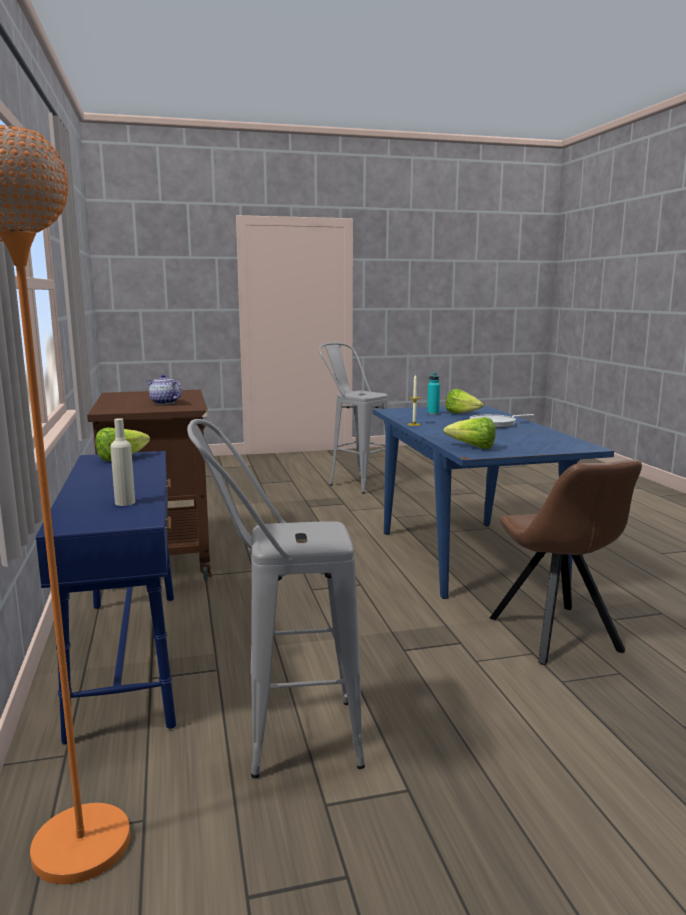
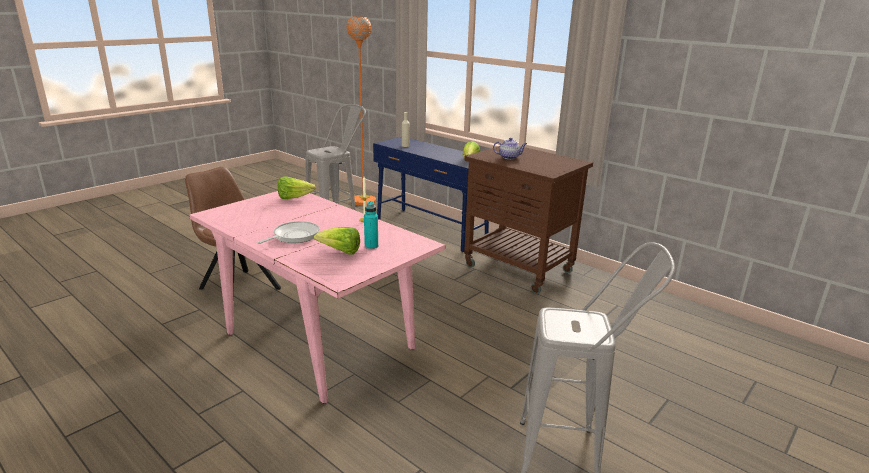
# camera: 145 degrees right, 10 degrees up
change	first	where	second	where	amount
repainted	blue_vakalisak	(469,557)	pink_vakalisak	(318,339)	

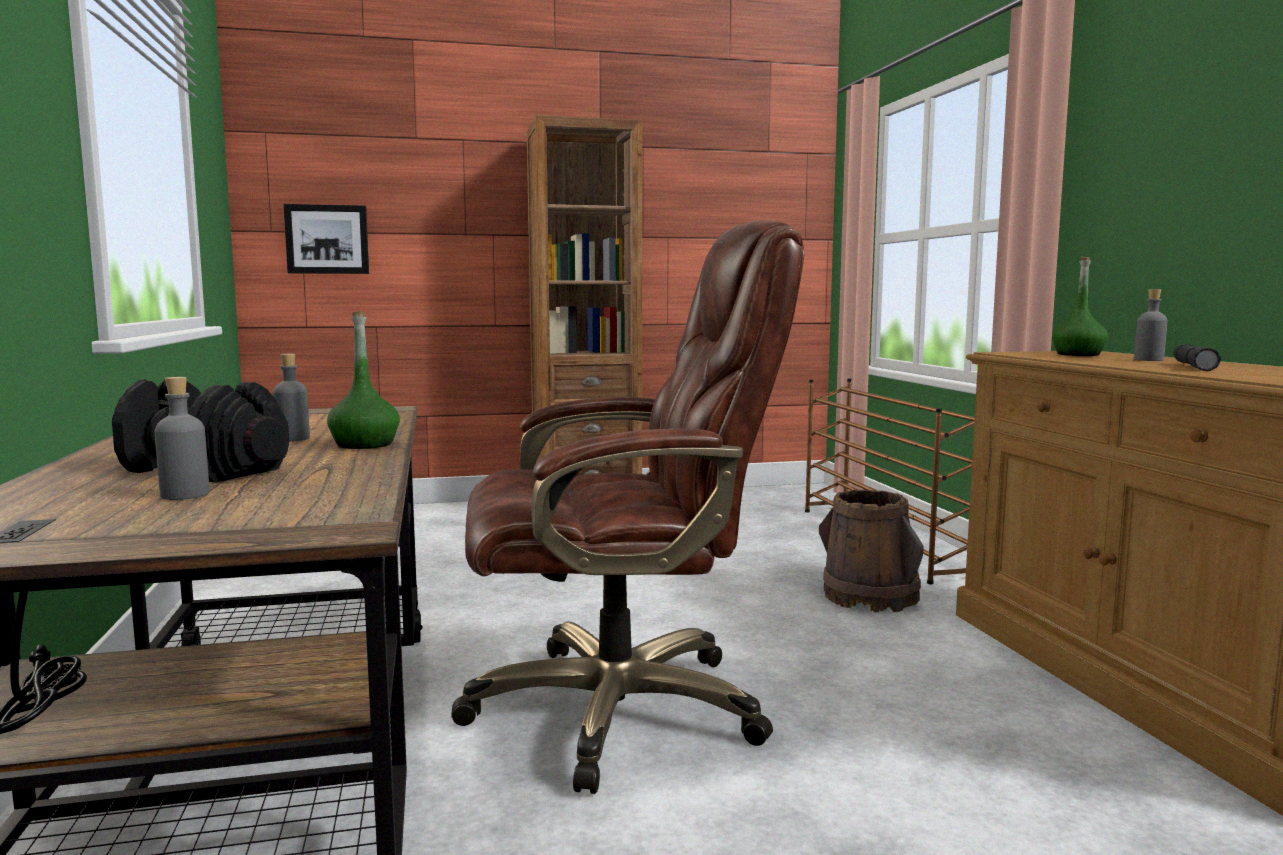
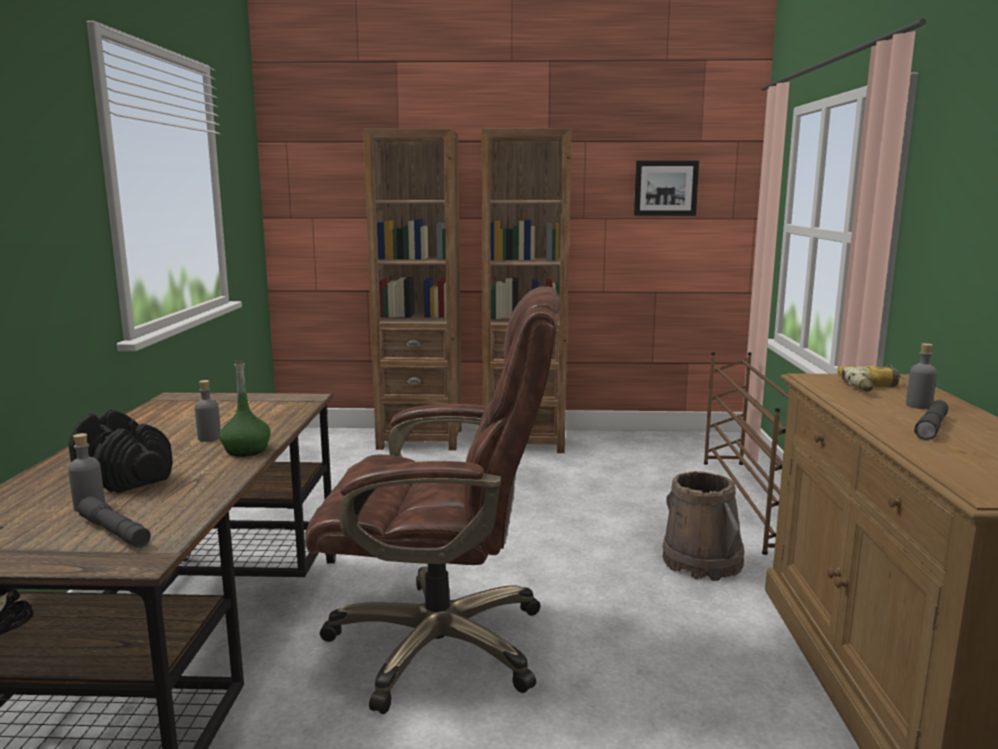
# camera: 15 degrees right, 5 degrees up
change	first	where	second	where	amount
shifted	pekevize	(327,239)		(665,188)	
swapped	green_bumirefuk	(1078,354)	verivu	(873,387)	
new			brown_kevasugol	(420,439)	
new			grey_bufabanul	(115,532)	

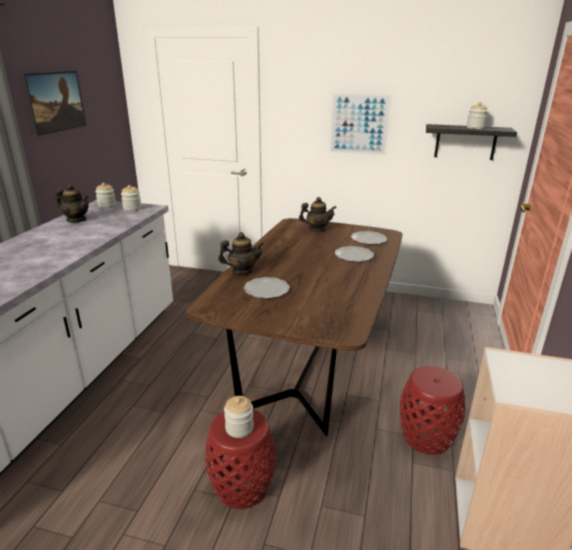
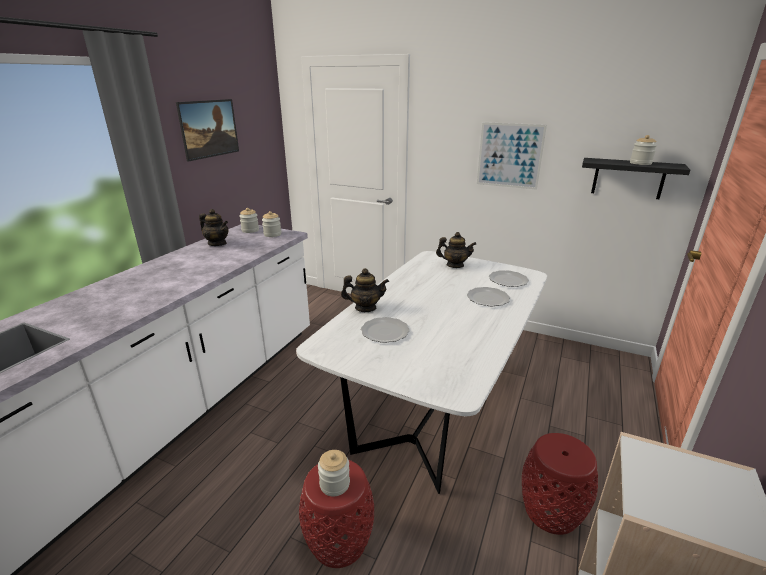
# camera: 10 degrees right, 0 degrees up
change	first	where	second	where	amount
repainted	brown_vakalisak	(309,365)	white_vakalisak	(434,407)	

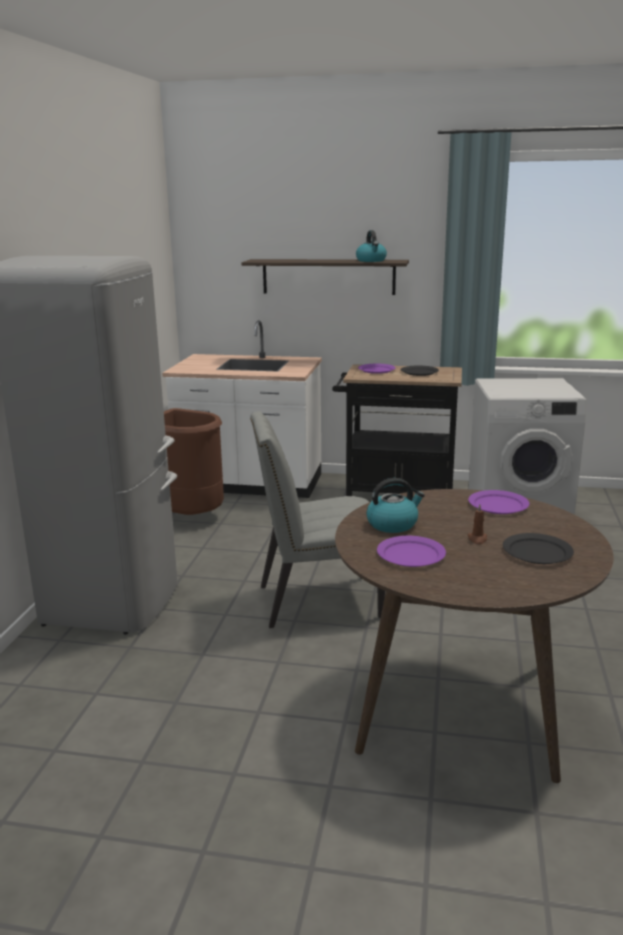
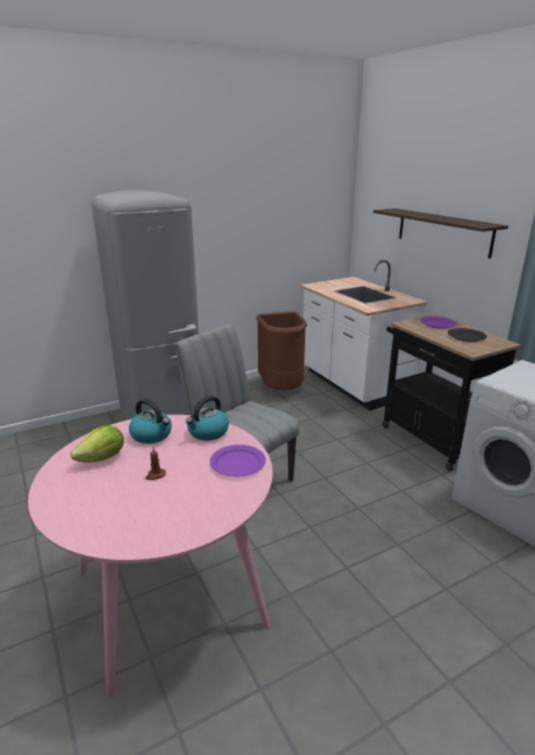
# camera: 50 degrees right, 5 degrees up
change	first	where	second	where	amount
shifted	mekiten	(371,261)		(208,432)	
repainted	brown_vakalisak	(459,706)	pink_vakalisak	(169,598)	
gone	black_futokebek	(537,552)			
swapped	purple_futokebek	(411,554)	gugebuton	(103,458)	

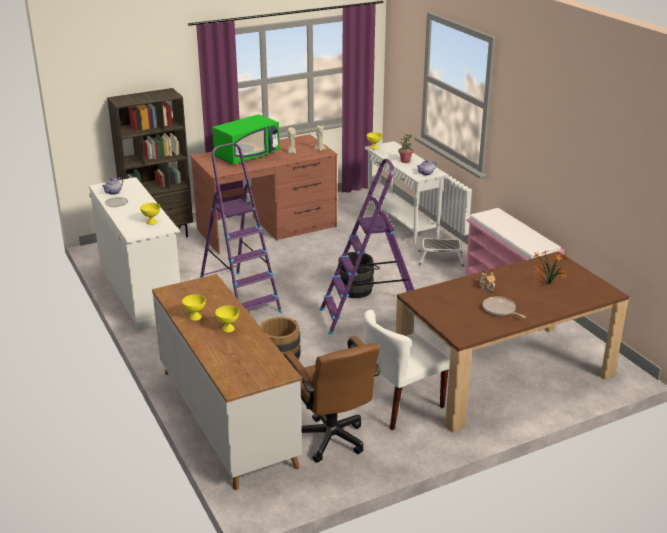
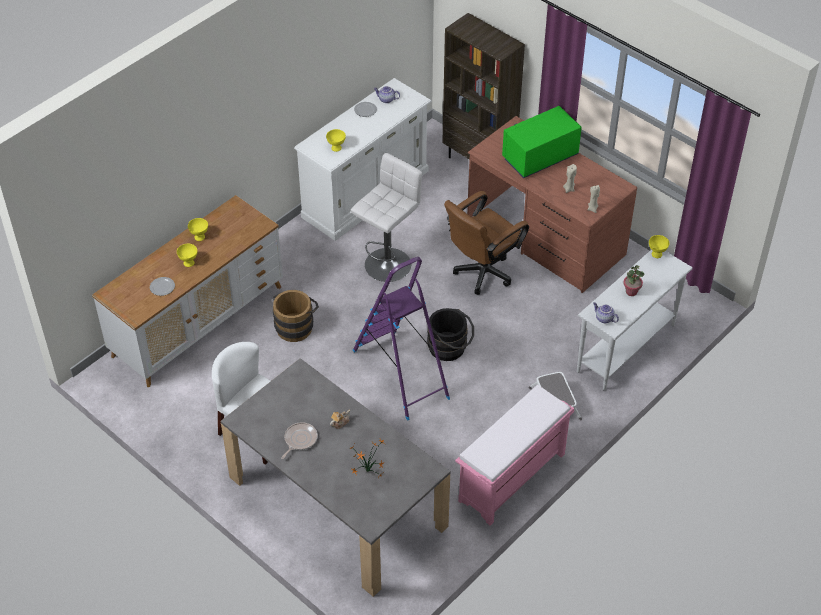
# camera: 70 degrees right, 20 degrees up
change	first	where	second	where	amount
rotated	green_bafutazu	(247,155)		(539,157)	120 degrees clockwise
swapped	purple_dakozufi	(239,297)	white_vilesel	(388,265)	
repainted	brown_vakalisak	(504,374)	grey_vakalisak	(337,502)	
shifted	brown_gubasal	(333,442)		(481,276)	
new			futokebek	(162,287)	

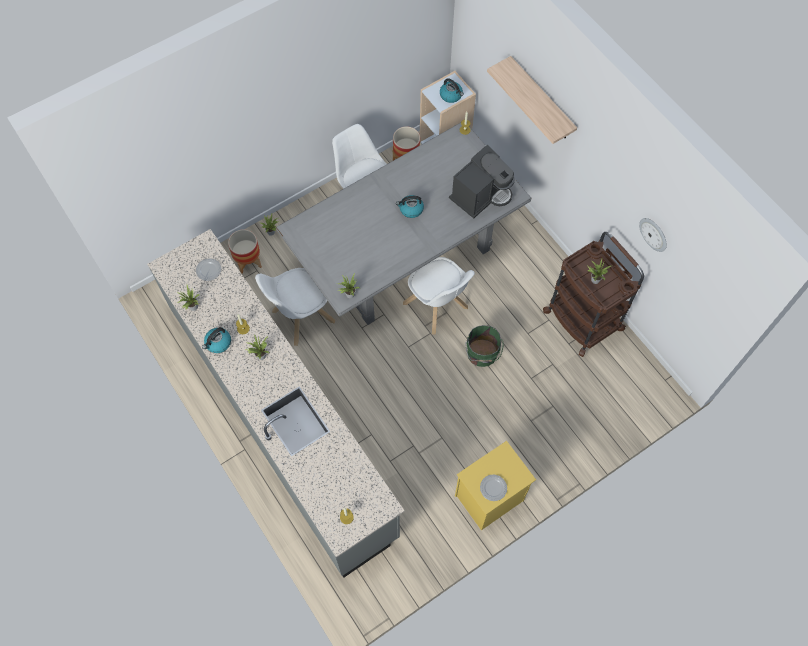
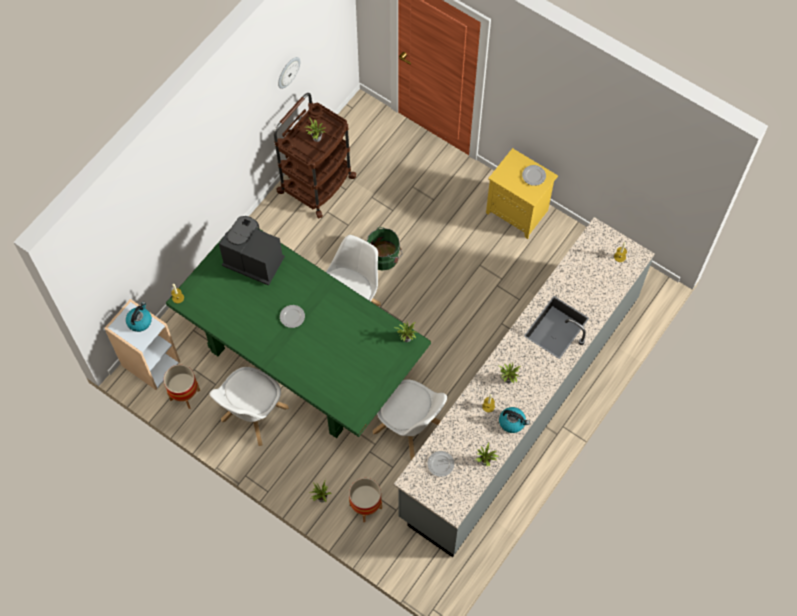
# camera: 110 degrees left, 0 degrees up
change	first	where	second	where	amount
gone	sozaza	(541,100)			
repainted	grey_vakalisak	(404,254)	green_vakalisak	(301,358)	
swapped	mekiten	(411,209)	futokebek	(292,316)	

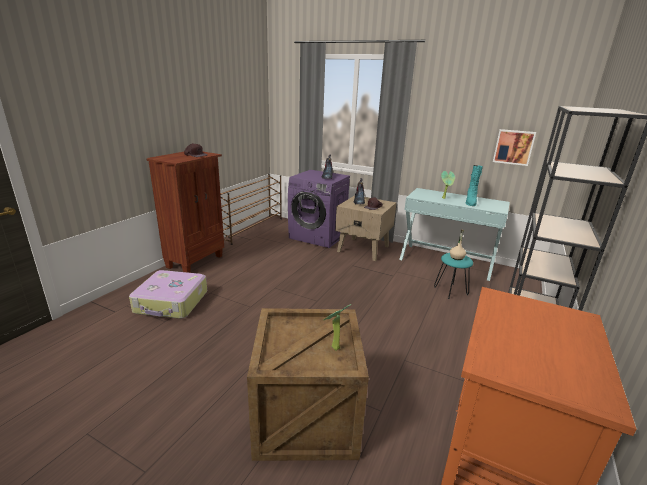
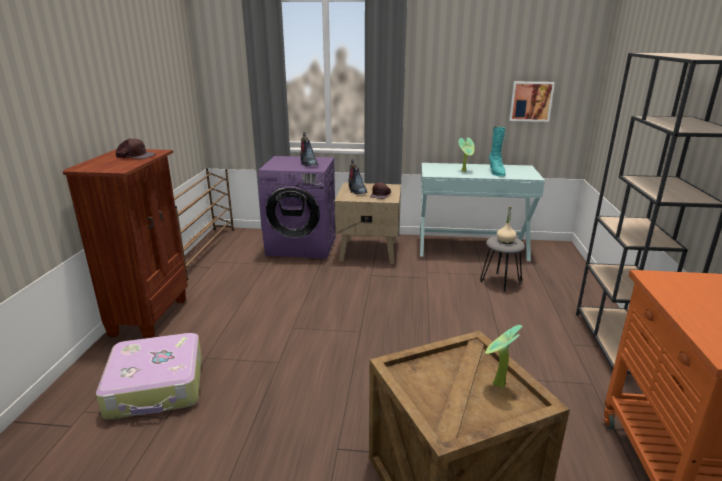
# camera: 20 degrees left, 0 degrees up
change	first	where	second	where	amount
repainted	turquoise_vilesel	(450,291)	grey_vilesel	(500,282)	

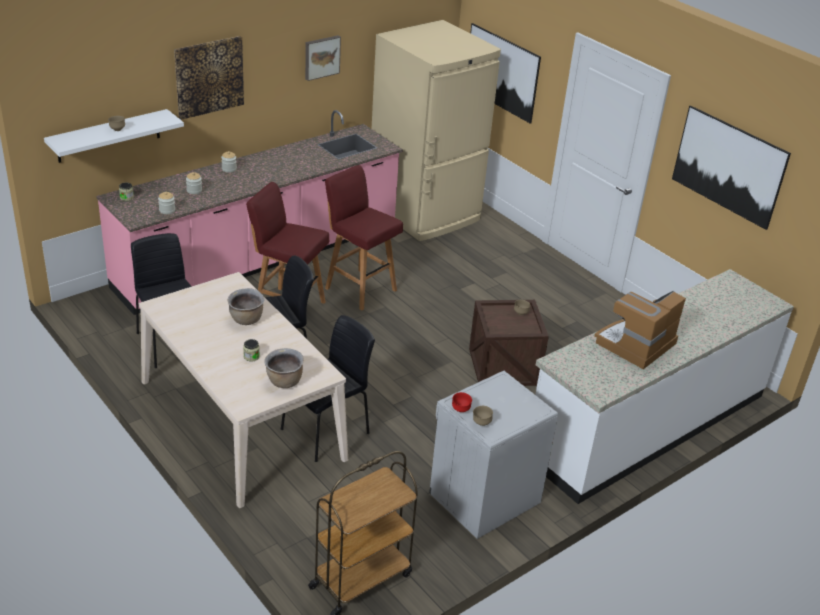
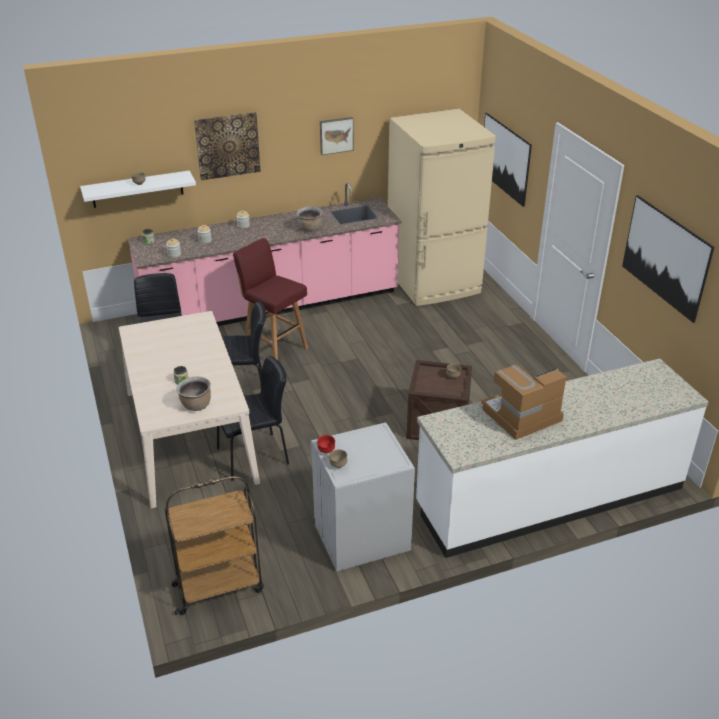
# camera: 20 degrees right, 0 degrees up
change	first	where	second	where	amount
gone	red_vilesel	(359,288)			
shifted	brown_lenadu	(246,320)		(310,229)	

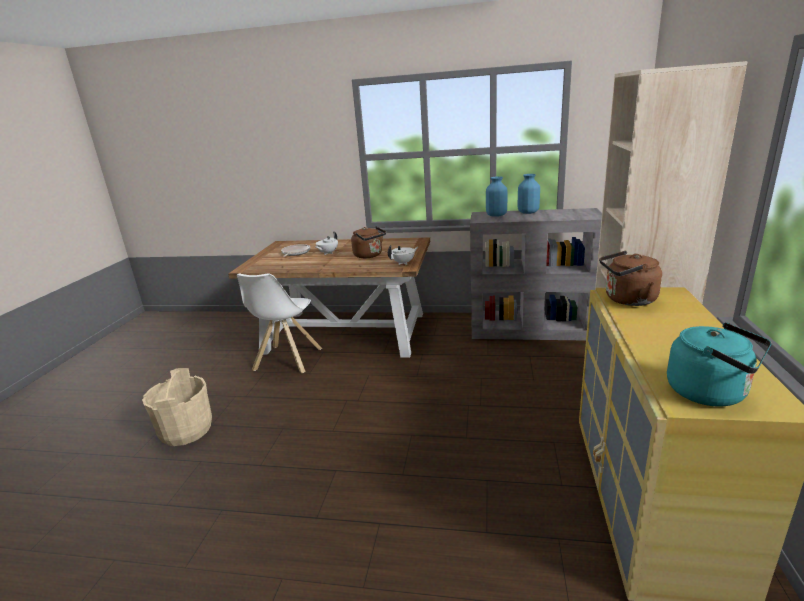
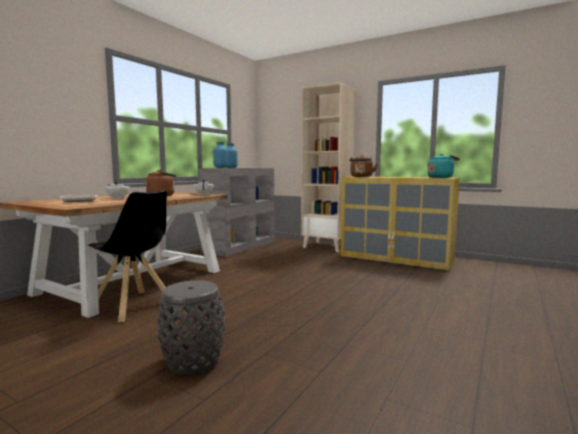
# camera: 70 degrees left, 15 degrees down
change	first	where	second	where	amount
repainted	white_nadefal	(287,360)	black_nadefal	(134,306)	
swapped	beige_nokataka	(186,430)	grey_vilesel	(193,362)	

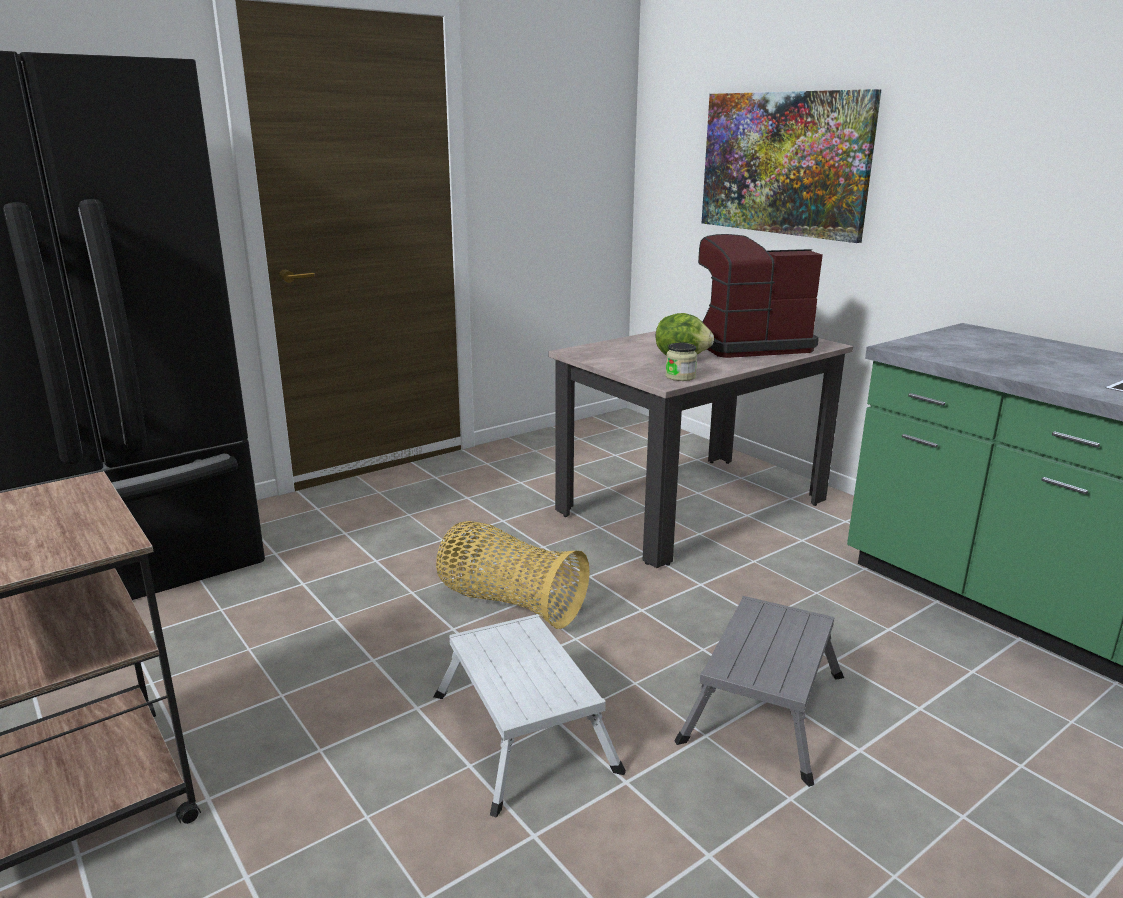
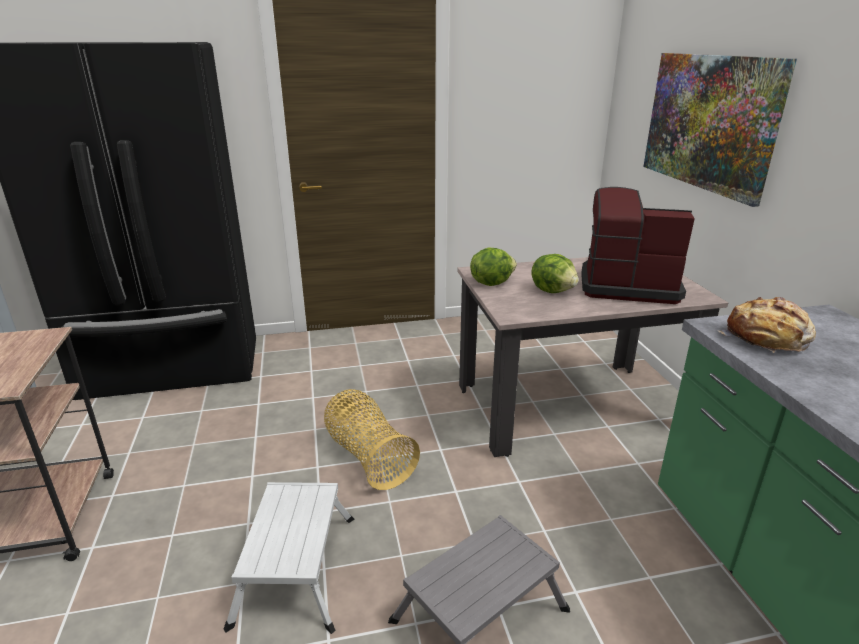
# camera: 25 degrees right, 5 degrees up
change	first	where	second	where	amount
gone	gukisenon	(680,377)			
new			gugebuton	(491,283)	
new			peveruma	(766,339)	

